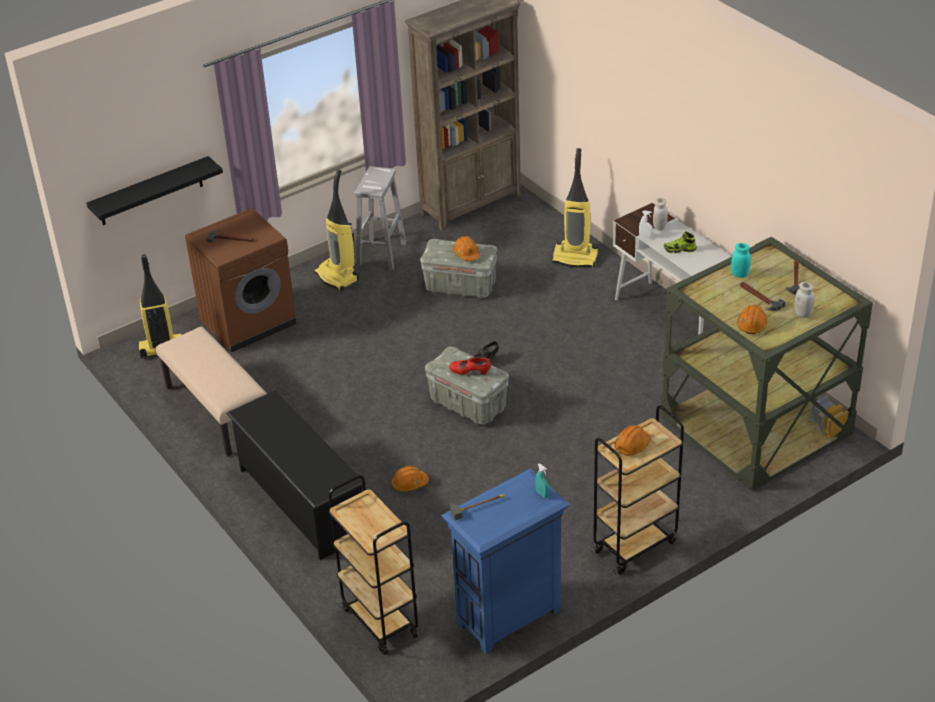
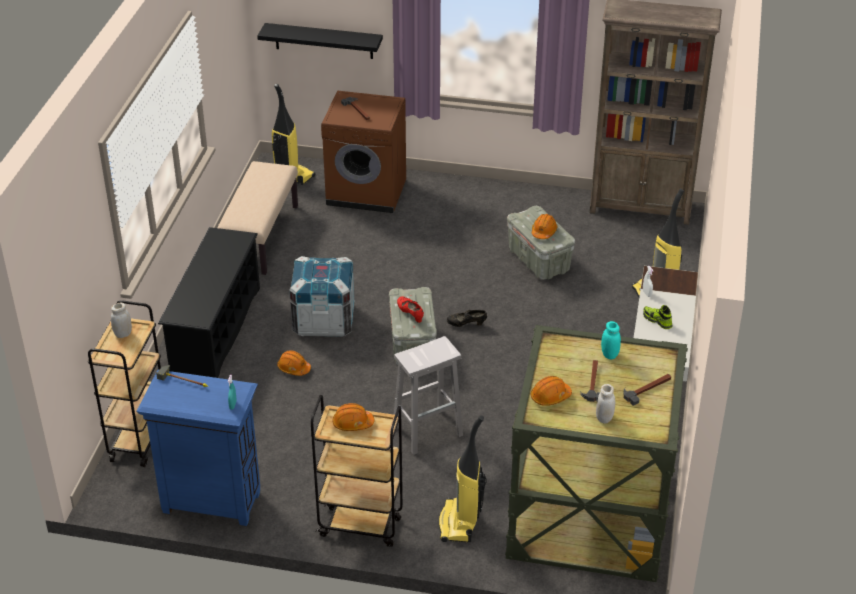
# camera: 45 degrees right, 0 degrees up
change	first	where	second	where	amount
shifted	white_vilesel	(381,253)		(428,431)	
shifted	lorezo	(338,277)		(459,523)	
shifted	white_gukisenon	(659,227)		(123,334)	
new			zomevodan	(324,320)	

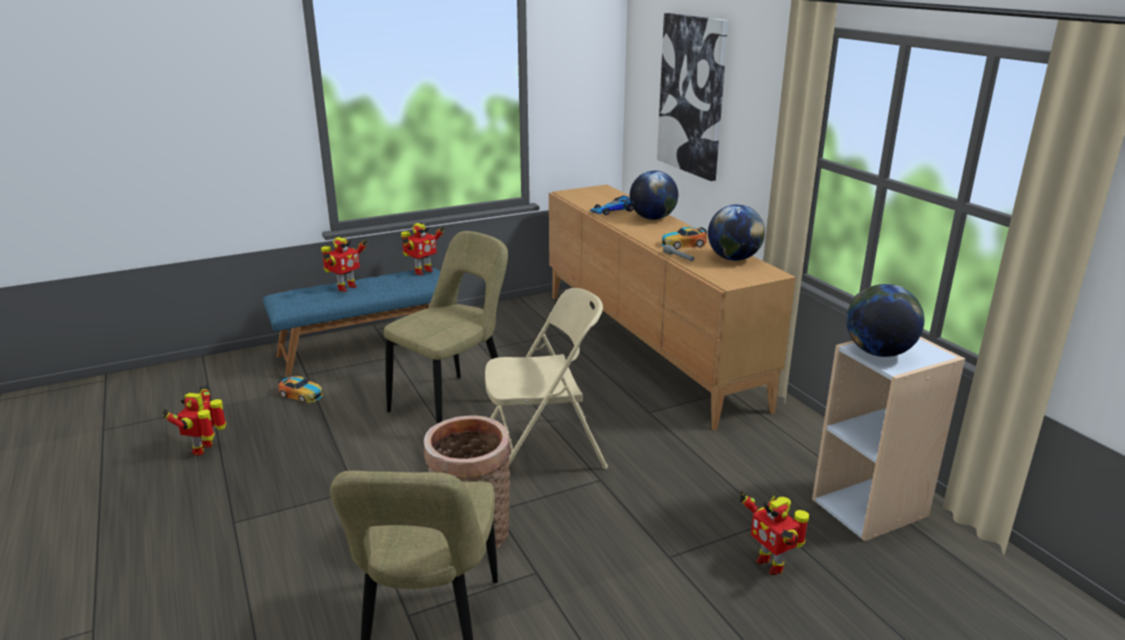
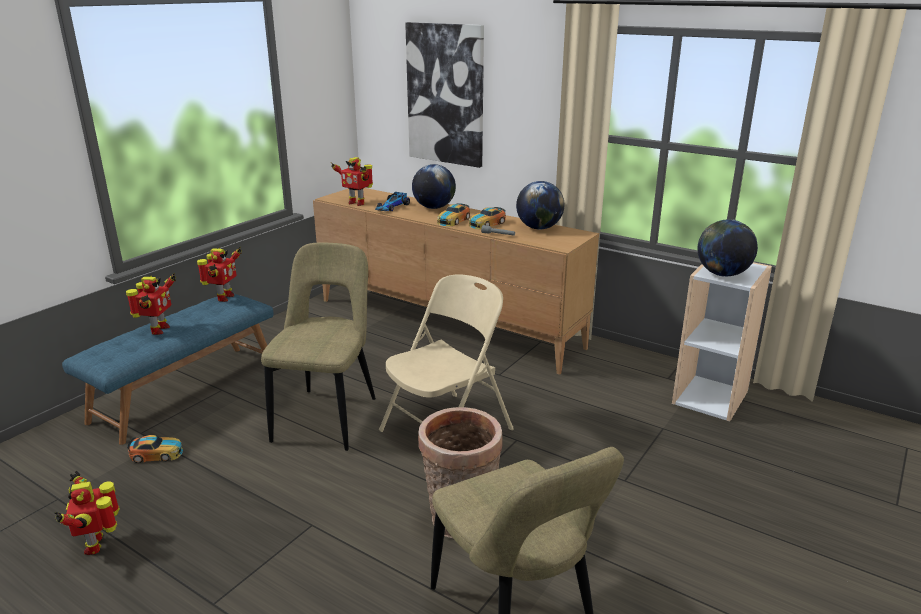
# camera: 30 degrees left, 0 degrees up
change	first	where	second	where	amount
shifted	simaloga	(771,563)		(357,203)	
new			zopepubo	(453,220)	

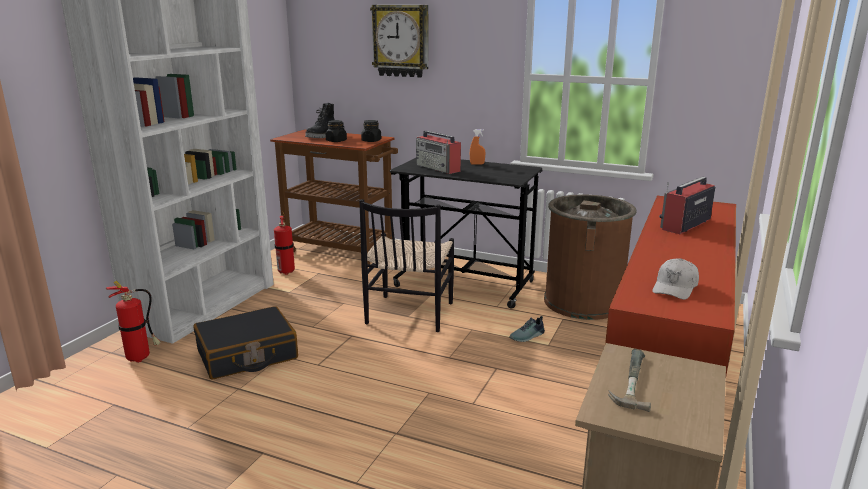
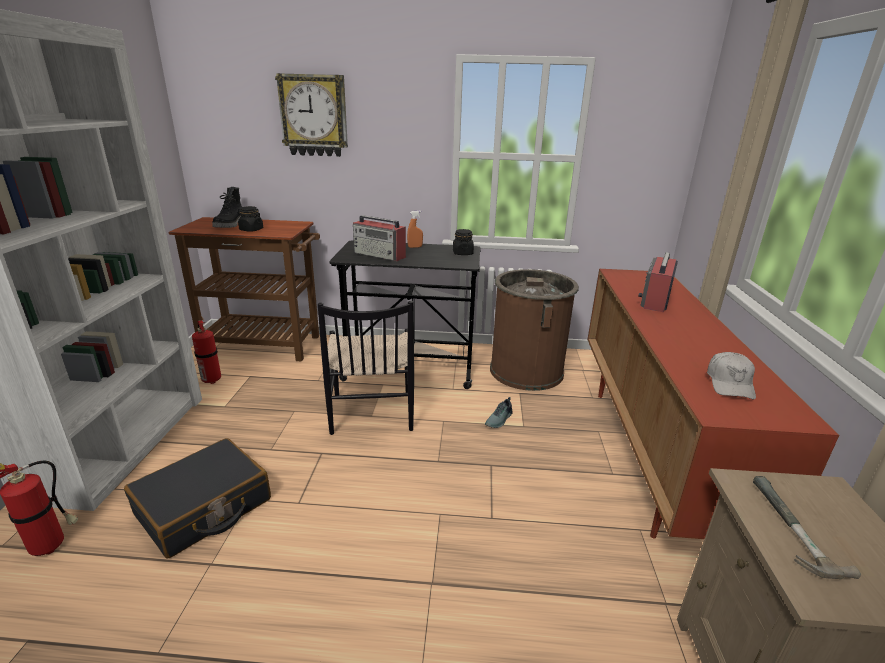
# camera: 20 degrees left, 5 degrees up
change	first	where	second	where	amount
shifted	black_gukisenon	(371,141)		(462,253)	

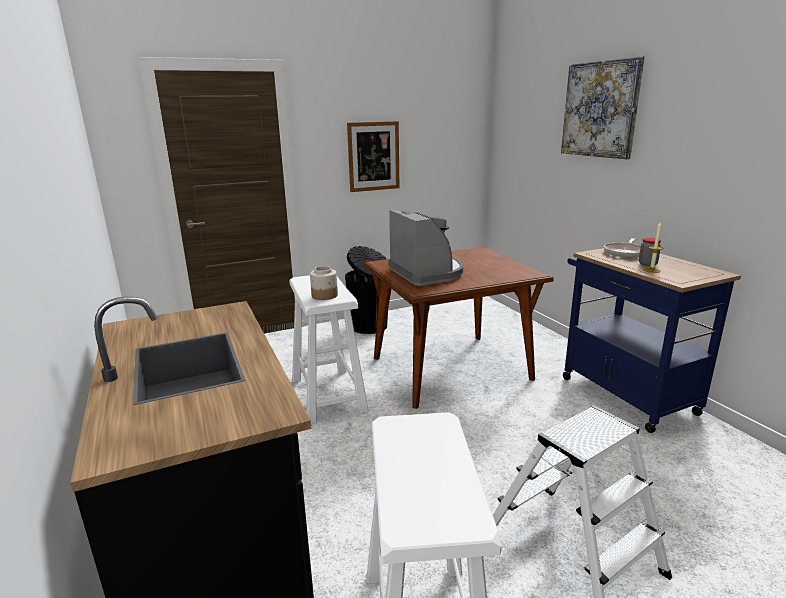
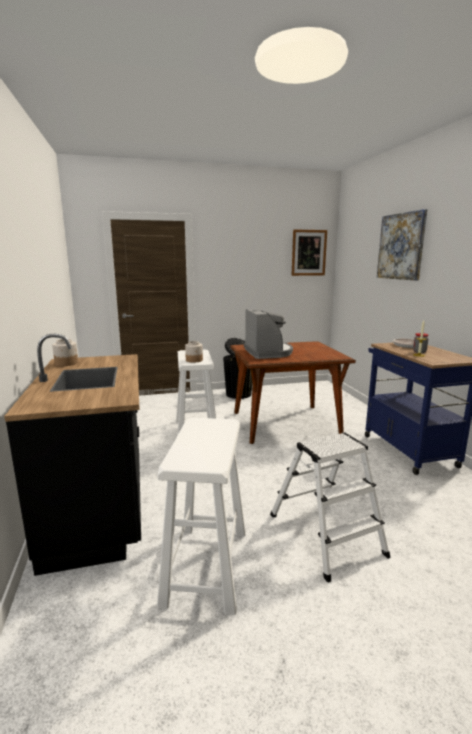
# camera: 10 degrees right, 5 degrees down
change	first	where	second	where	amount
shifted	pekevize	(373,156)		(308,253)	
new			gukisenon	(67,363)	

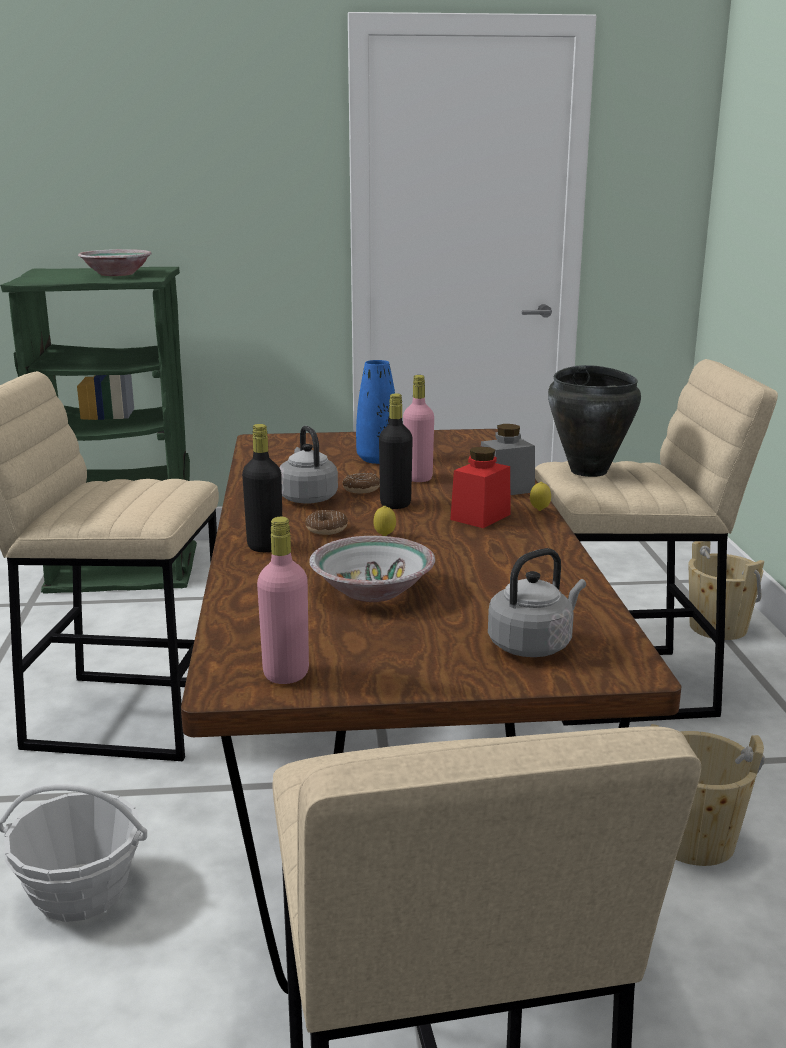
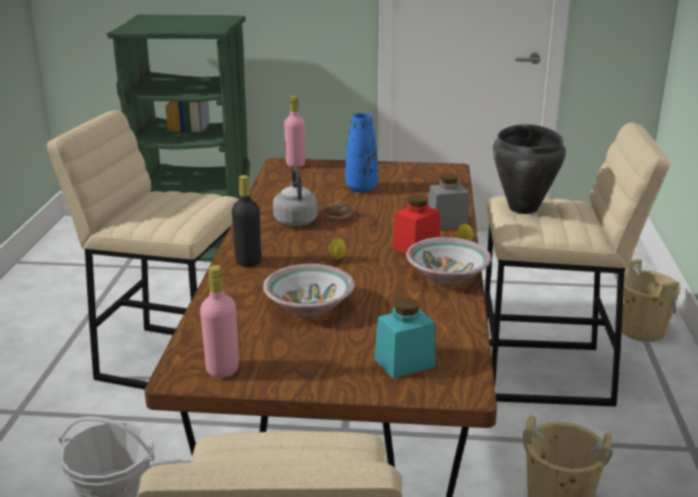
# camera: 10 degrees right, 5 degrees up
change	first	where	second	where	amount
shifted	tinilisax	(117,274)		(448,276)	
shifted	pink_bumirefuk	(418,478)		(295,164)	
gone	black_bumirefuk	(395,504)			
gone	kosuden	(326,529)			
swapped	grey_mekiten	(533,645)	turquoise_gukisenon	(404,363)	

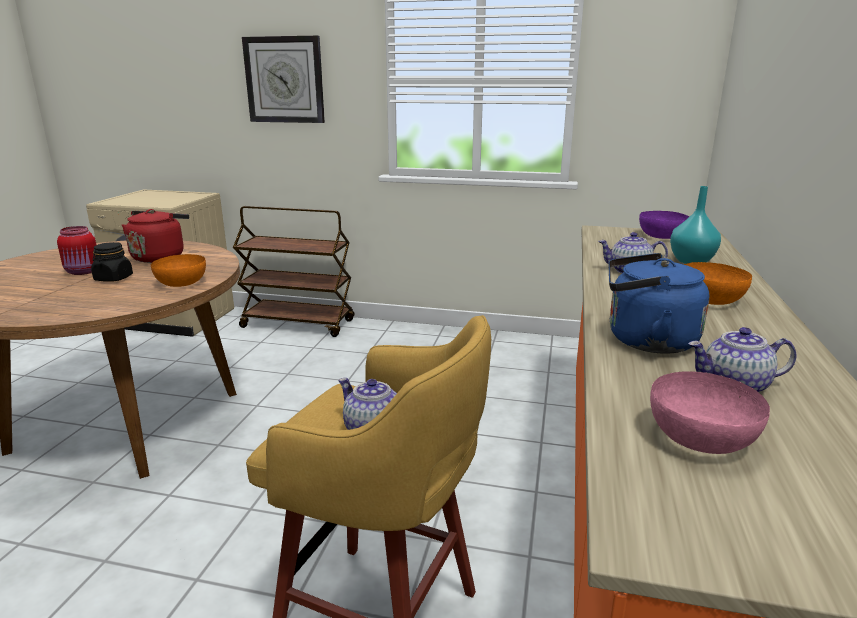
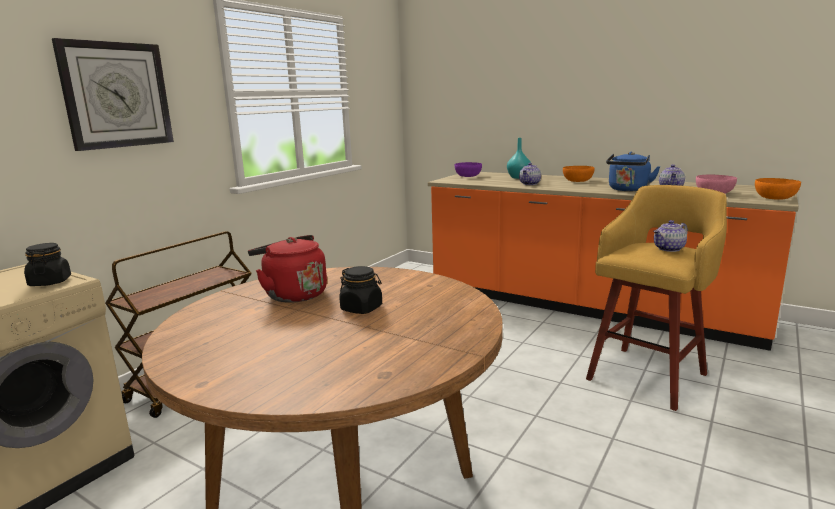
# camera: 70 degrees left, 5 degrees down
change	first	where	second	where	amount
gone	red_gukisenon	(83,272)			
shifted	orange_tinilisax	(182,283)		(775,198)	
new			black_gukisenon	(50,282)	

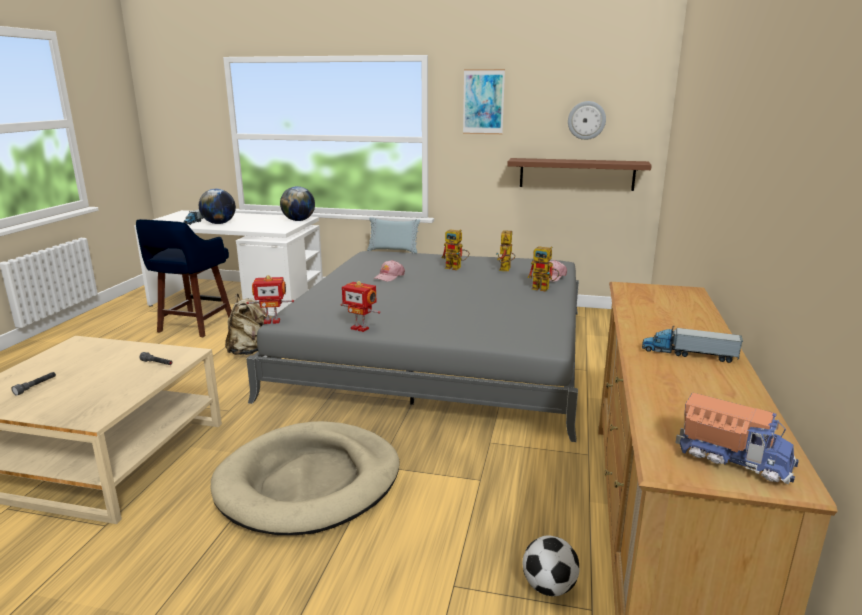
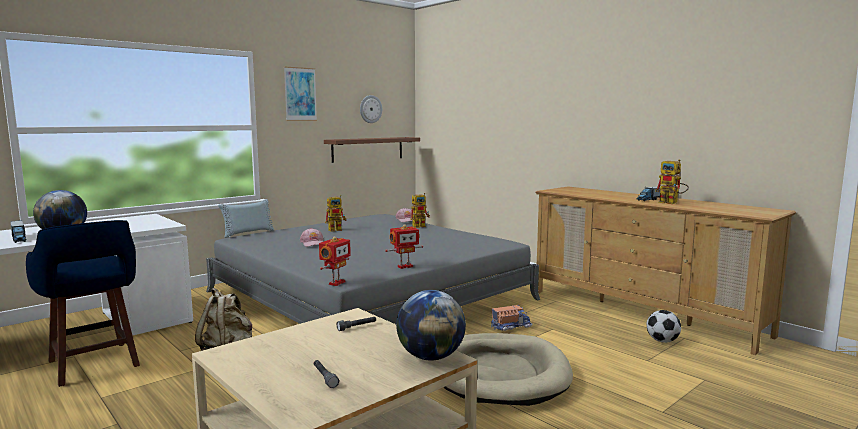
# camera: 55 degrees left, 10 degrees down
change	first	where	second	where	amount
shifted	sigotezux	(298,220)		(430,357)	
shifted	simaloga	(505,270)		(672,203)	
shifted	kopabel	(733,457)		(510,326)	

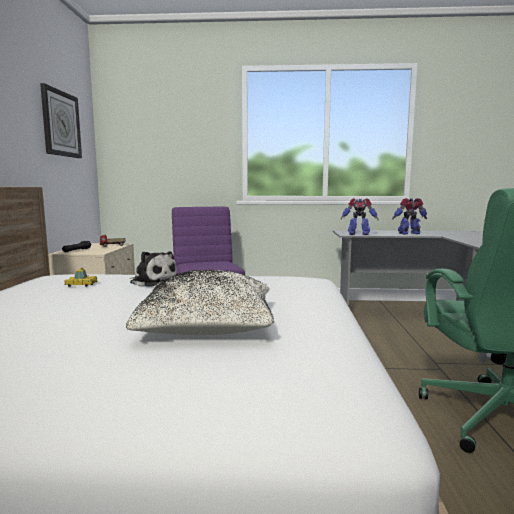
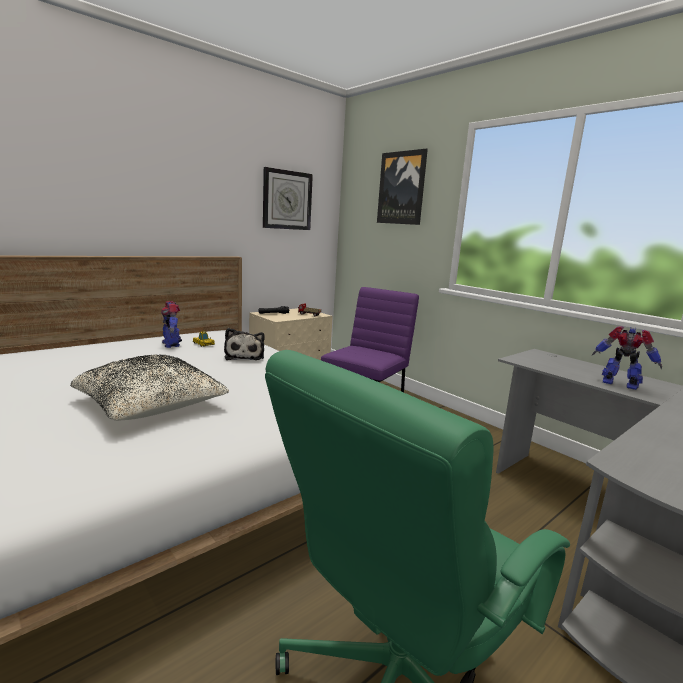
# camera: 45 degrees right, 5 degrees up
change	first	where	second	where	amount
shifted	simaloga	(358,234)		(171,344)	
new			pekevize	(401,188)	

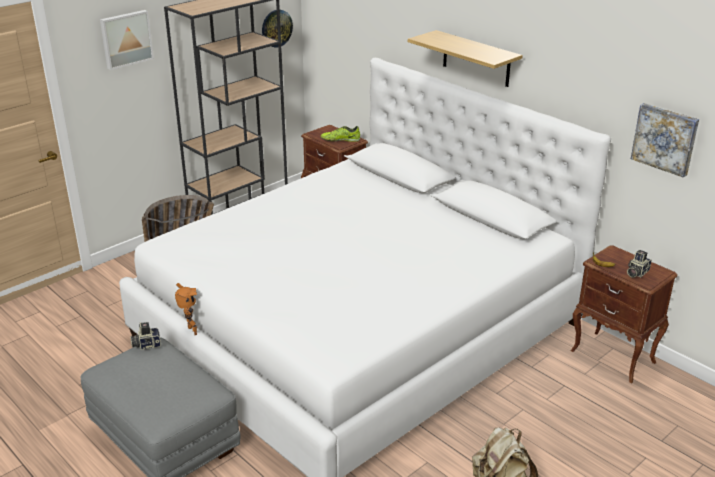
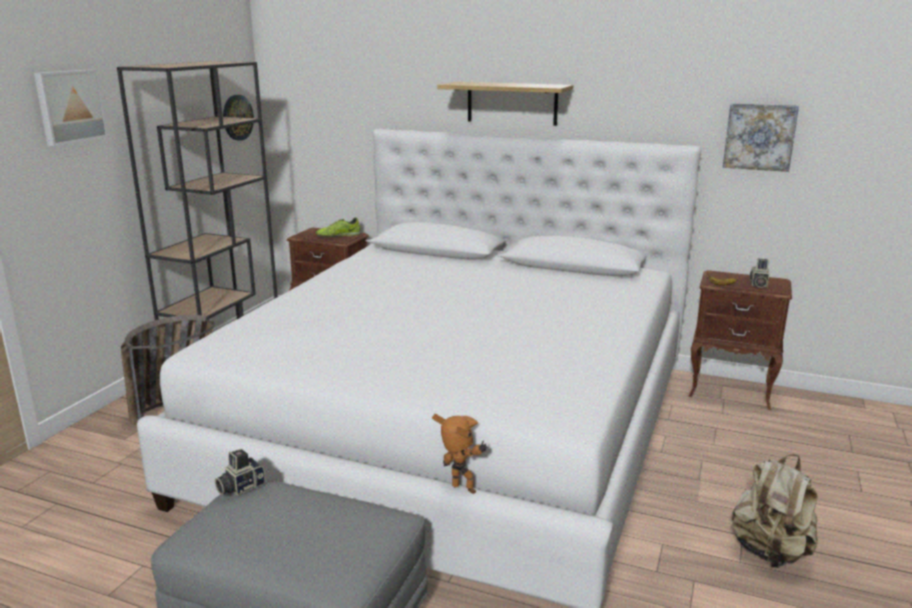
# camera: 25 degrees left, 10 degrees down
change	first	where	second	where	amount
shifted	simaloga	(190,332)		(462,491)	

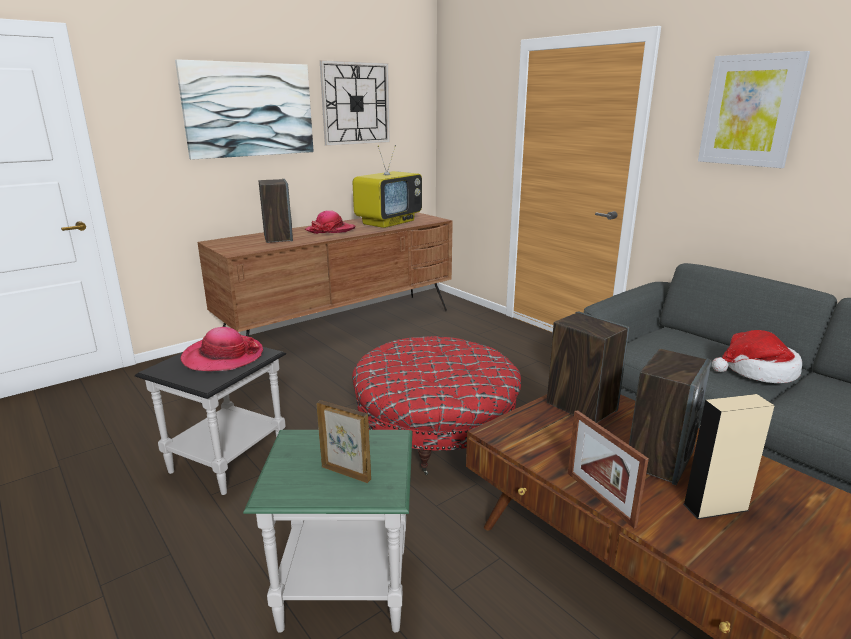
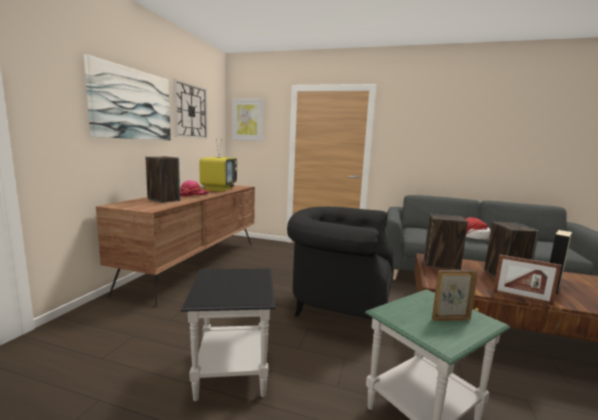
# camera: 35 degrees left, 10 degrees down
change	first	where	second	where	amount
shifted	pekevize	(750,110)		(247,120)	
gone	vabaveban	(223,356)			
swapped	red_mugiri	(435,432)	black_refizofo	(338,308)	

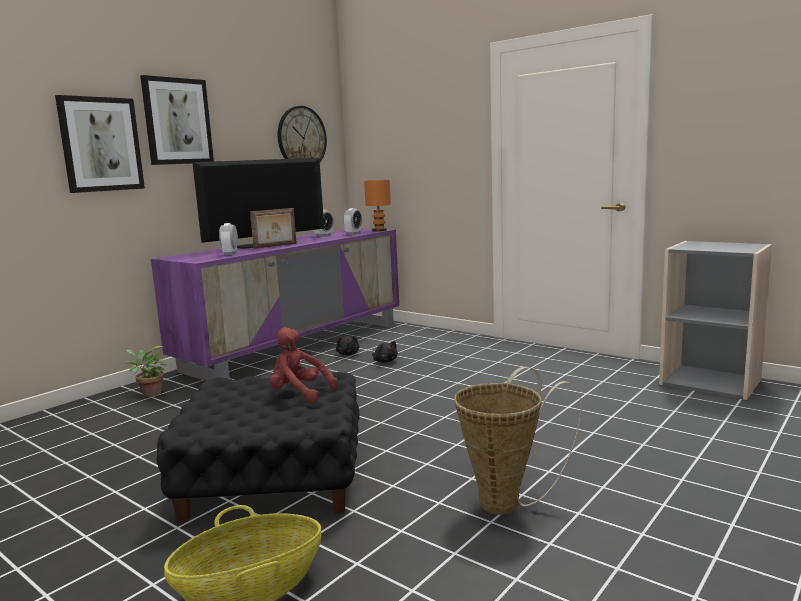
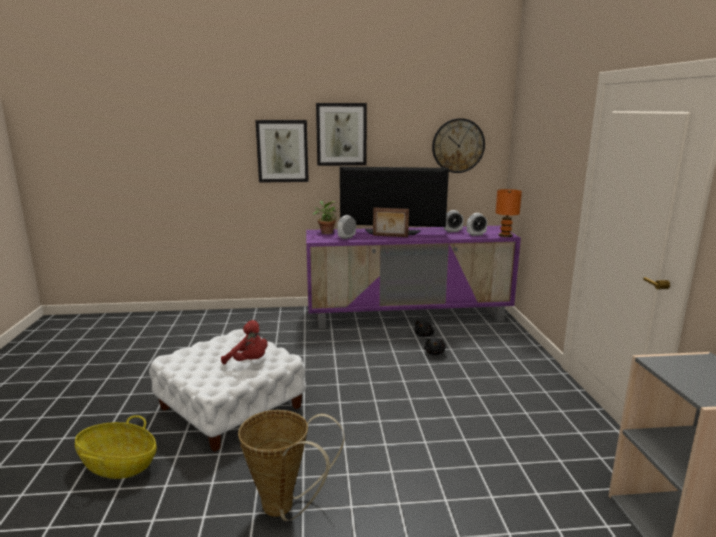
# camera: 45 degrees right, 5 degrees up
change	first	where	second	where	amount
rotated	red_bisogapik	(299,393)		(249,362)	135 degrees clockwise
shifted	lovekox	(149,394)		(325,232)	
repainted	black_mugiri	(274,477)	white_mugiri	(231,407)	

